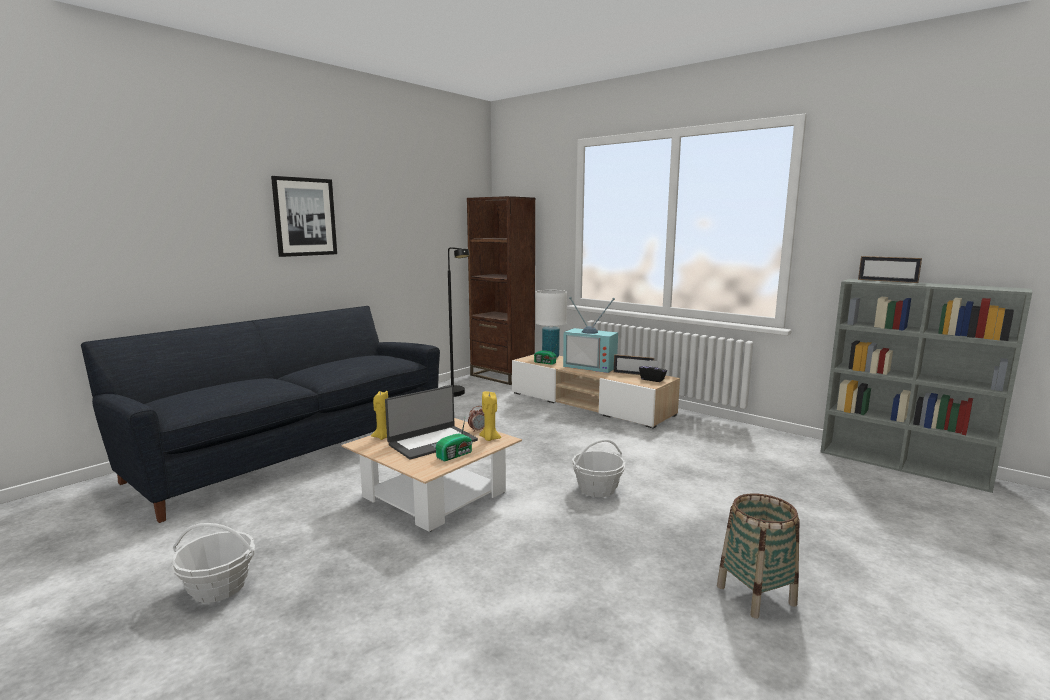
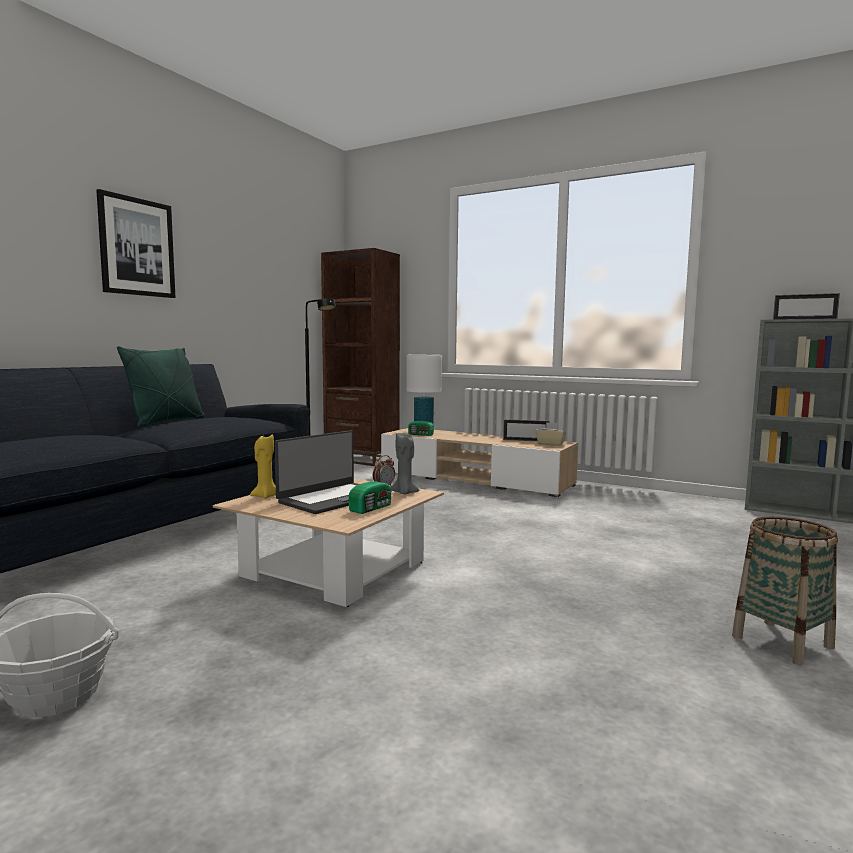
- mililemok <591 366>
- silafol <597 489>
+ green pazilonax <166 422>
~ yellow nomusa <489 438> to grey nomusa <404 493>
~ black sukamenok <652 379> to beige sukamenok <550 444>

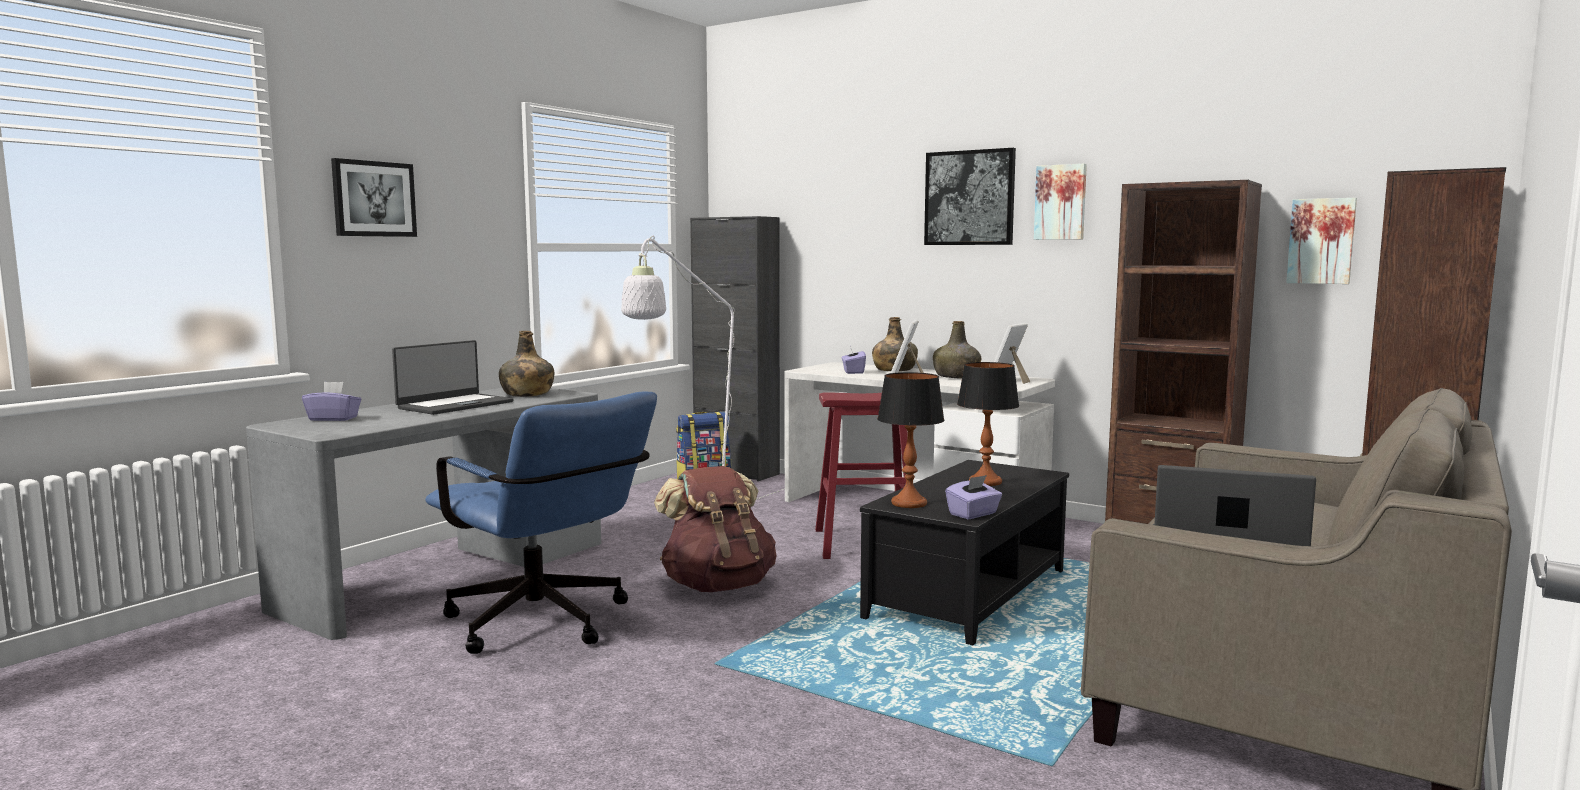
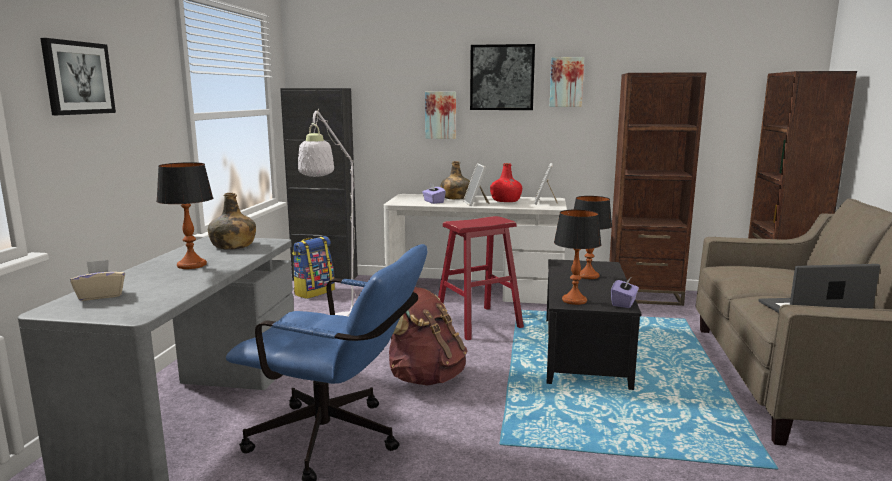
~ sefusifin <1321 241> to <440 115>
~ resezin <454 405> to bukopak <191 265>
~ purple sukamenok <333 418> to beige sukamenok <101 295>
~ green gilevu <956 377> to red gilevu <506 201>

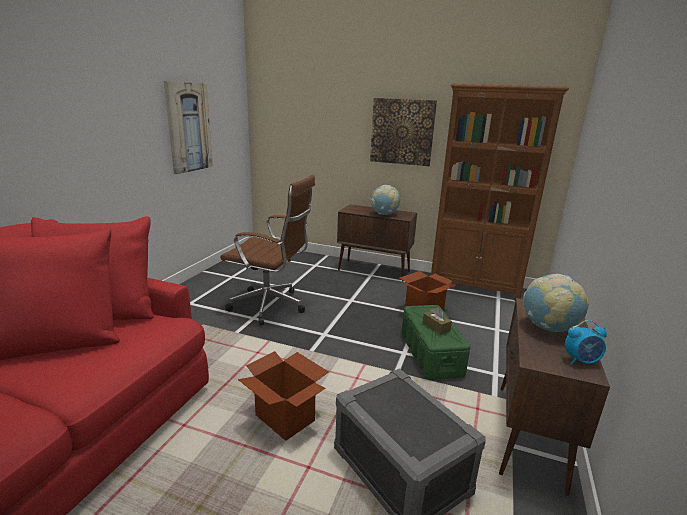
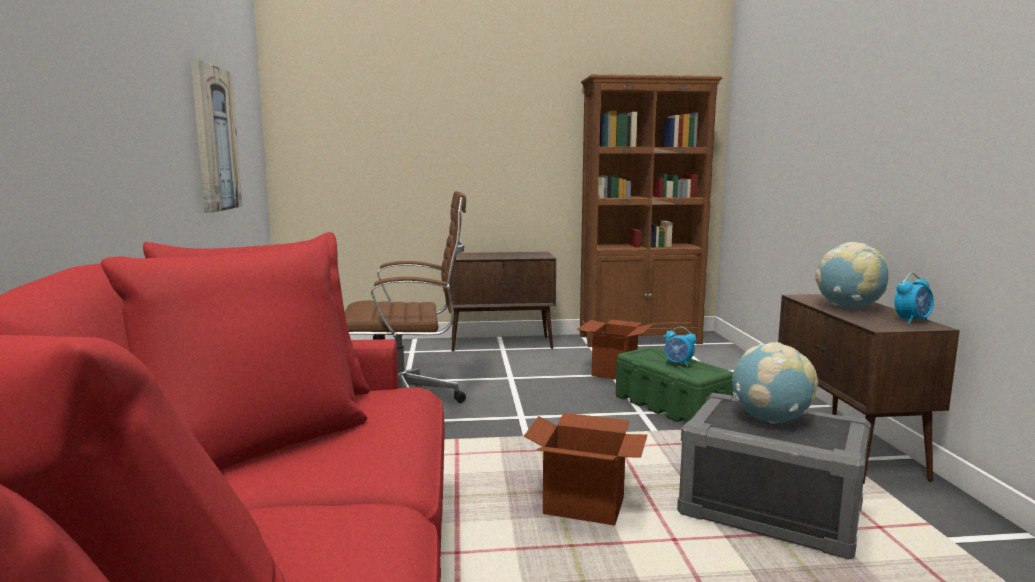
- sefusifin <402 132>
~ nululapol <384 214> to <770 420>
~ brown sukamenok <436 327> to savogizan <678 364>

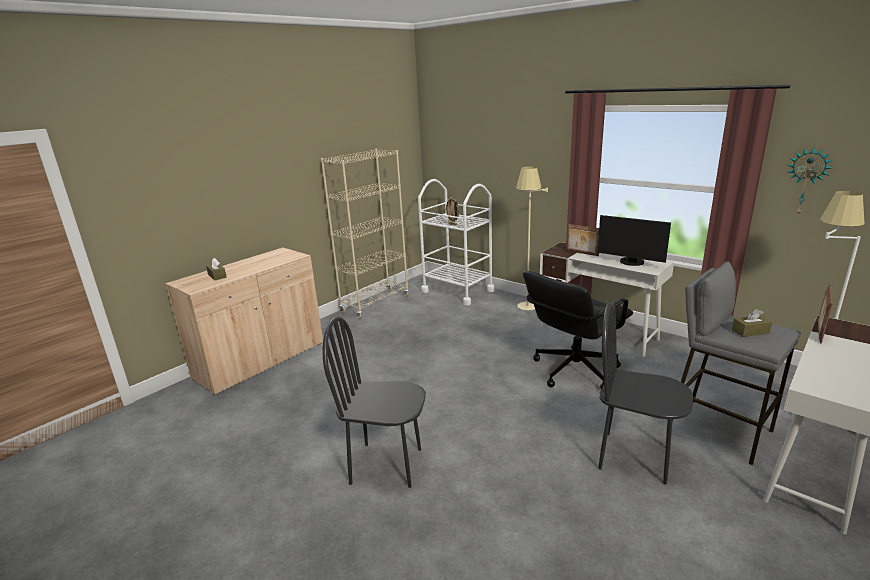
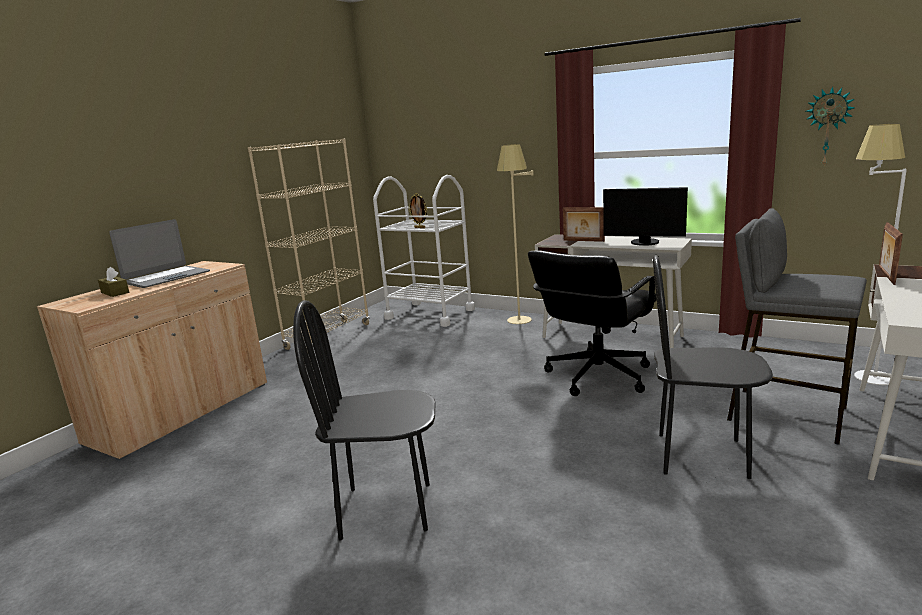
- brown sukamenok <750 331>
+ resezin <166 278>

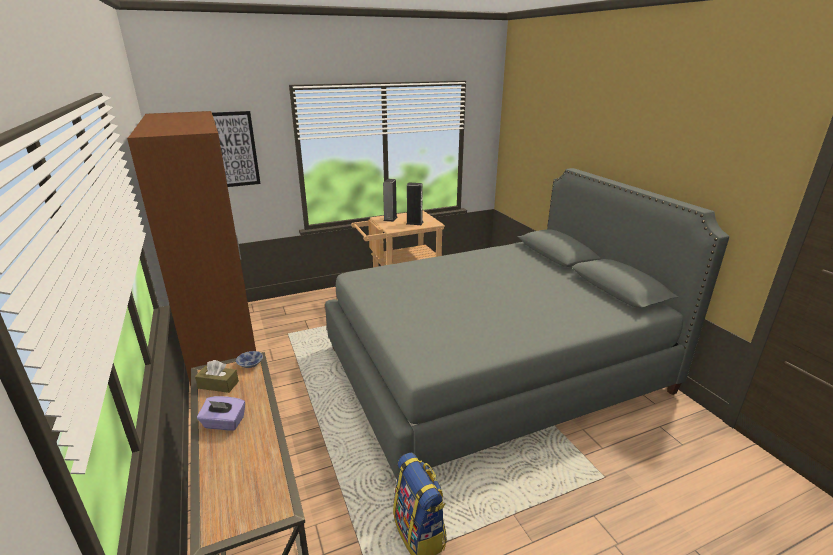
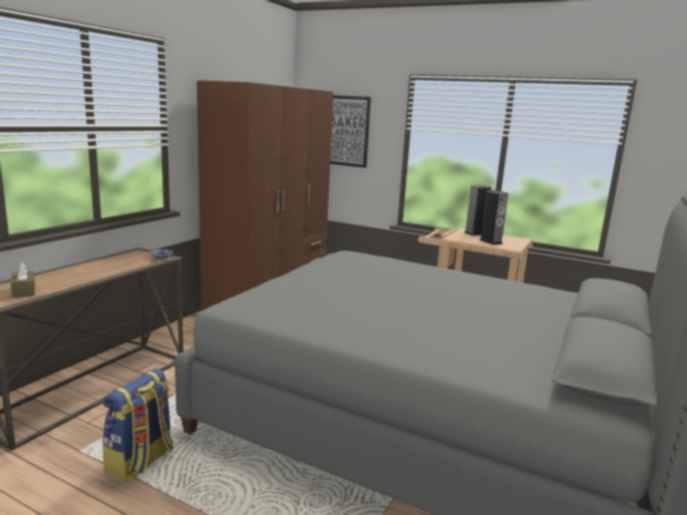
- purple sukamenok <224 423>
~ brown sukamenok <218 385> to <24 291>

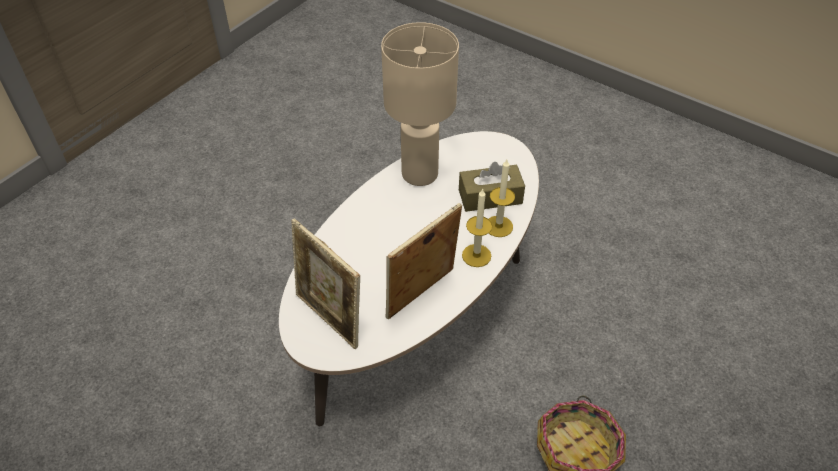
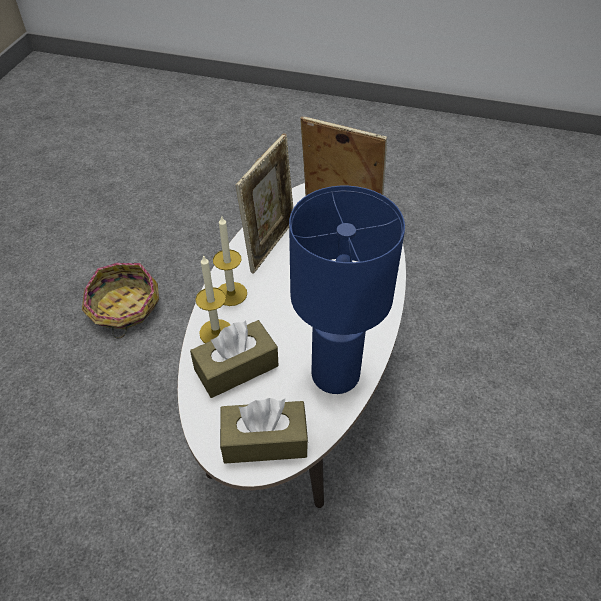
+ brown sukamenok <264 441>
~ beige bukopak <419 173> to blue bukopak <336 375>

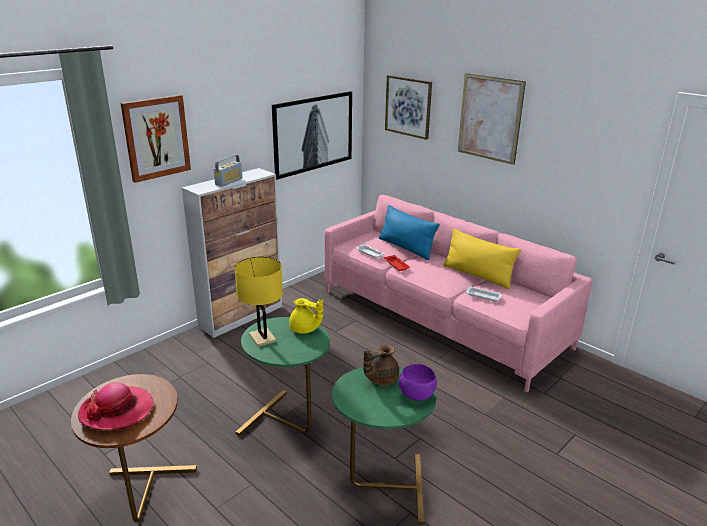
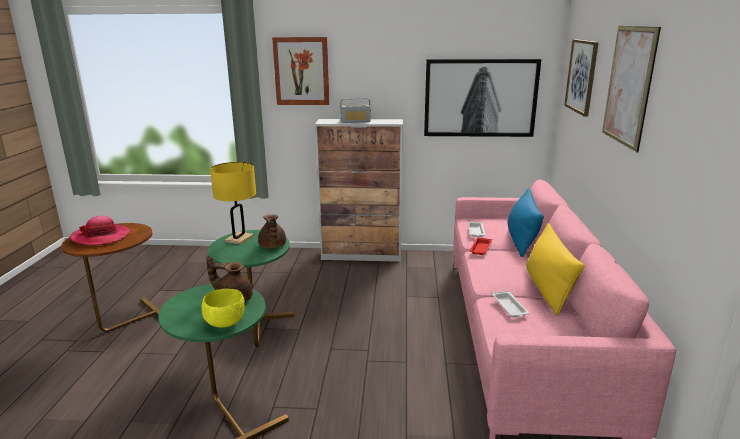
~ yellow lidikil <305 329> to brown lidikil <272 246>
~ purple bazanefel <416 395> to yellow bazanefel <226 322>

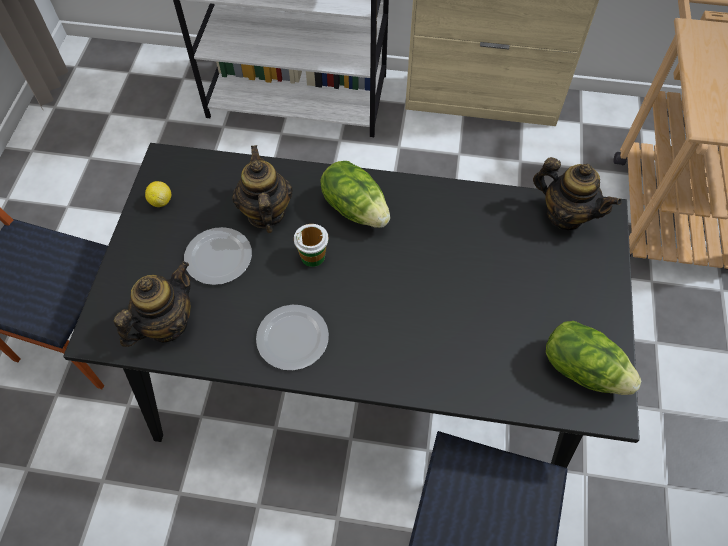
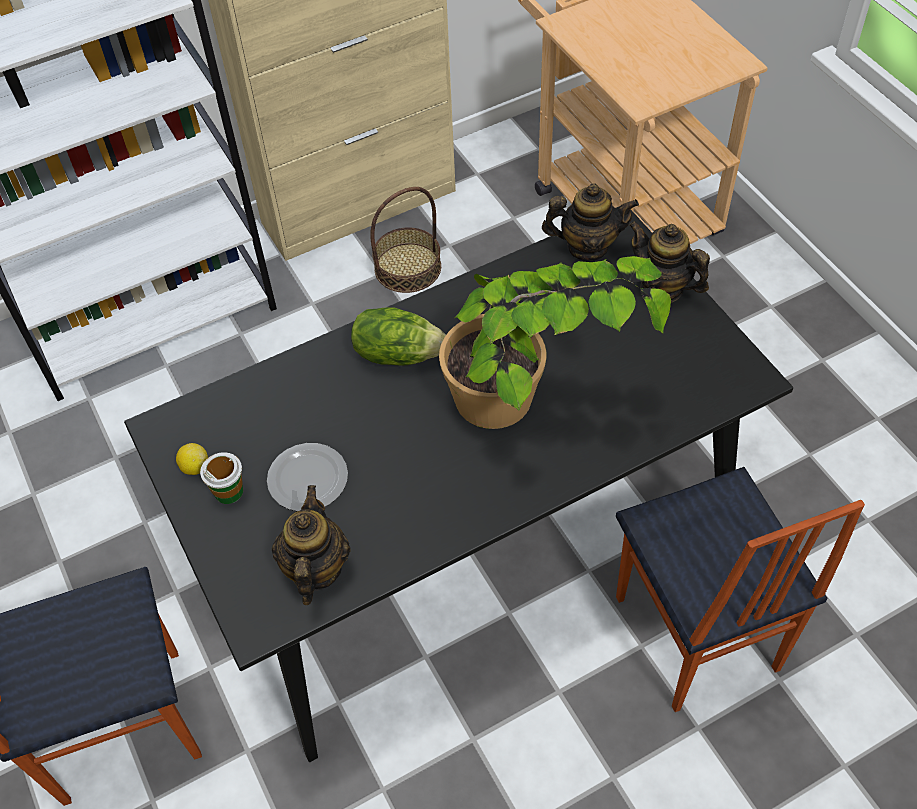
- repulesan <293 337>
- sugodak <583 368>
+ silafol <407 267>
+ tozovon <534 406>
~ lidikil <265 213> to <662 288>
~ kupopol <313 256> to <229 491>

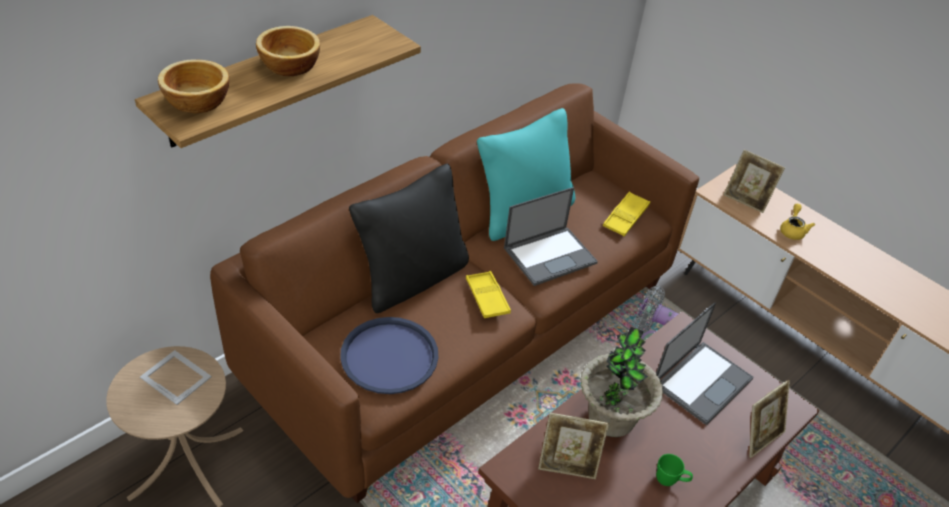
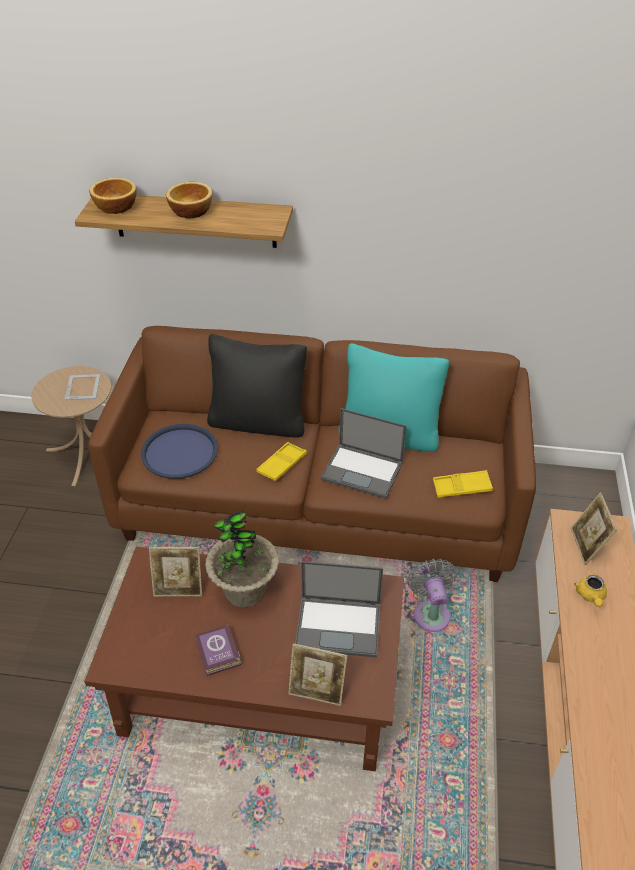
~ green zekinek <670 481> to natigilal <217 653>
~ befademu <567 465> = <179 588> 60 degrees counterclockwise
~ yellow lidikil <792 230> = <590 596> 120 degrees clockwise

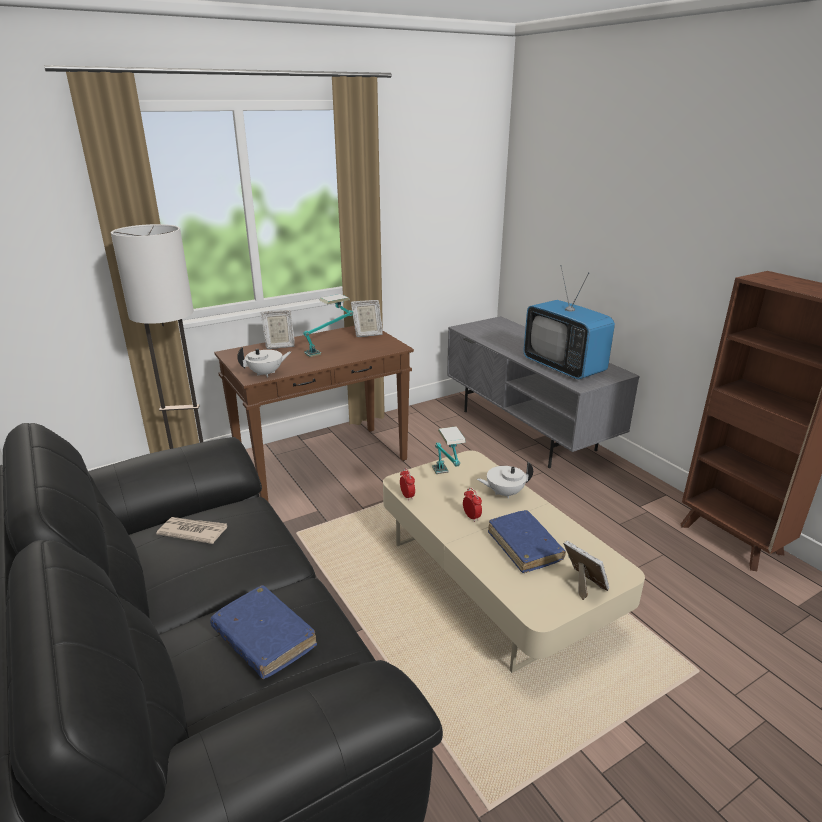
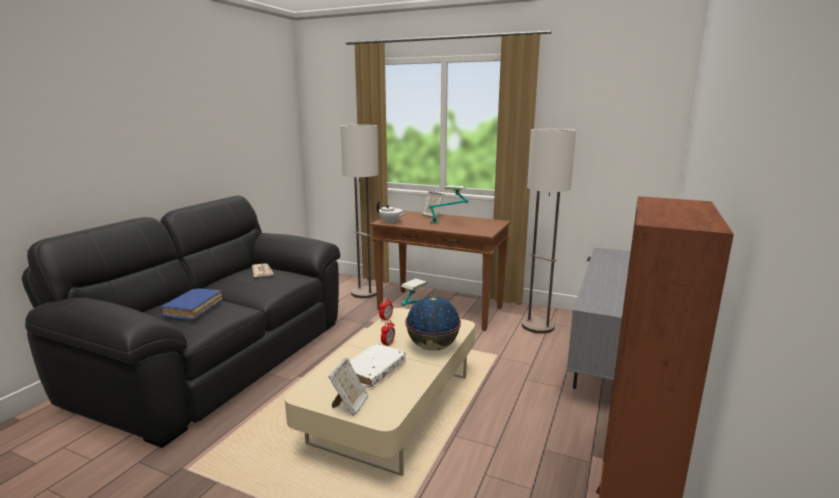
- befademu <367 334>
- mililemok <563 367>
+ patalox <537 326>
~ white lidikil <504 493> to nululapol <432 347>
~ blue natigilal <524 547> to white natigilal <373 371>

